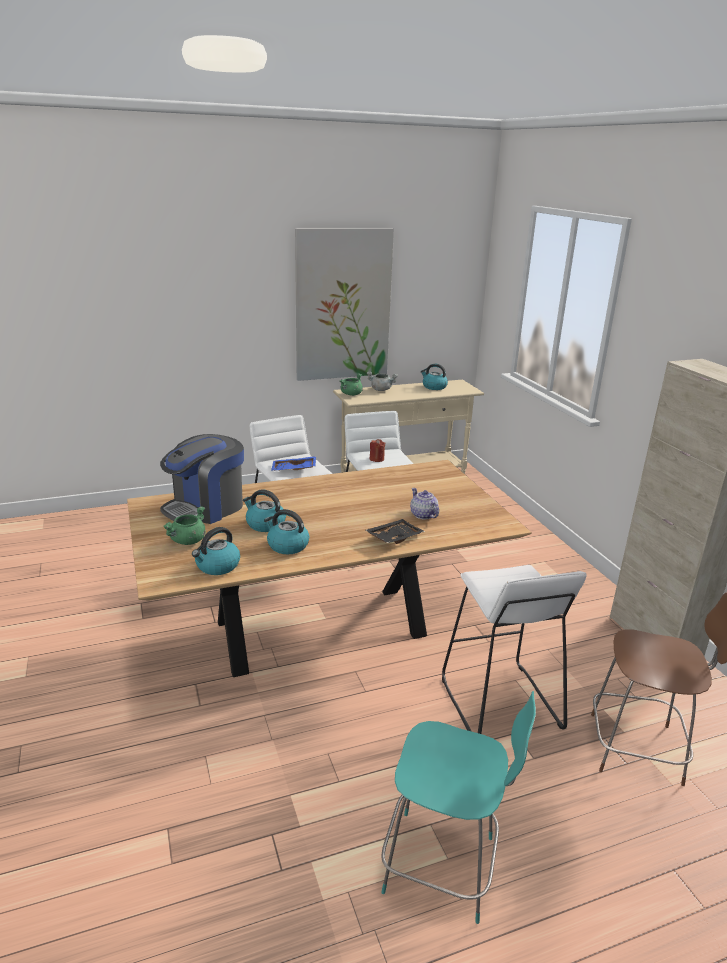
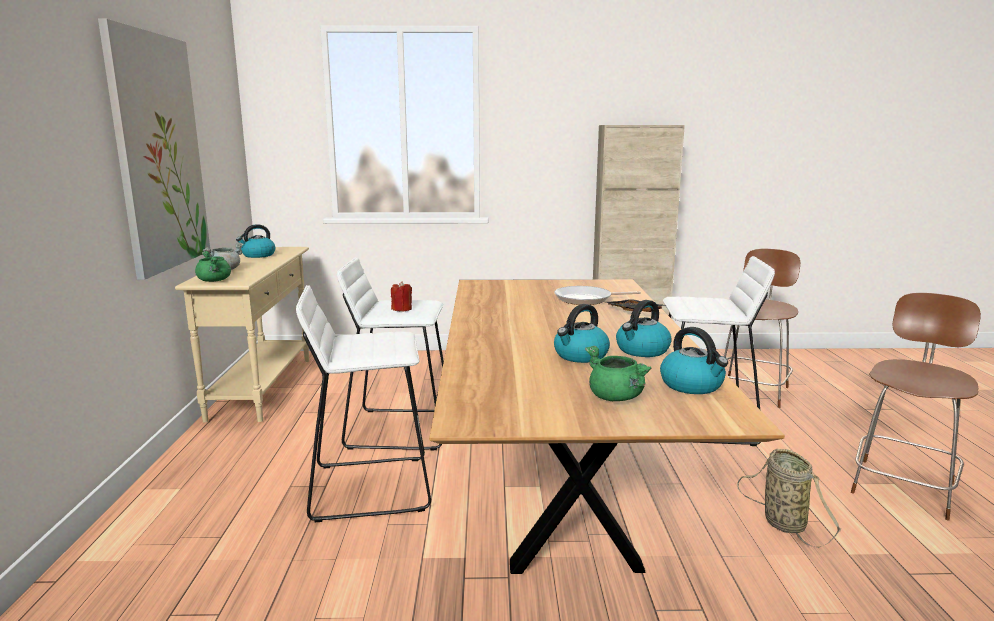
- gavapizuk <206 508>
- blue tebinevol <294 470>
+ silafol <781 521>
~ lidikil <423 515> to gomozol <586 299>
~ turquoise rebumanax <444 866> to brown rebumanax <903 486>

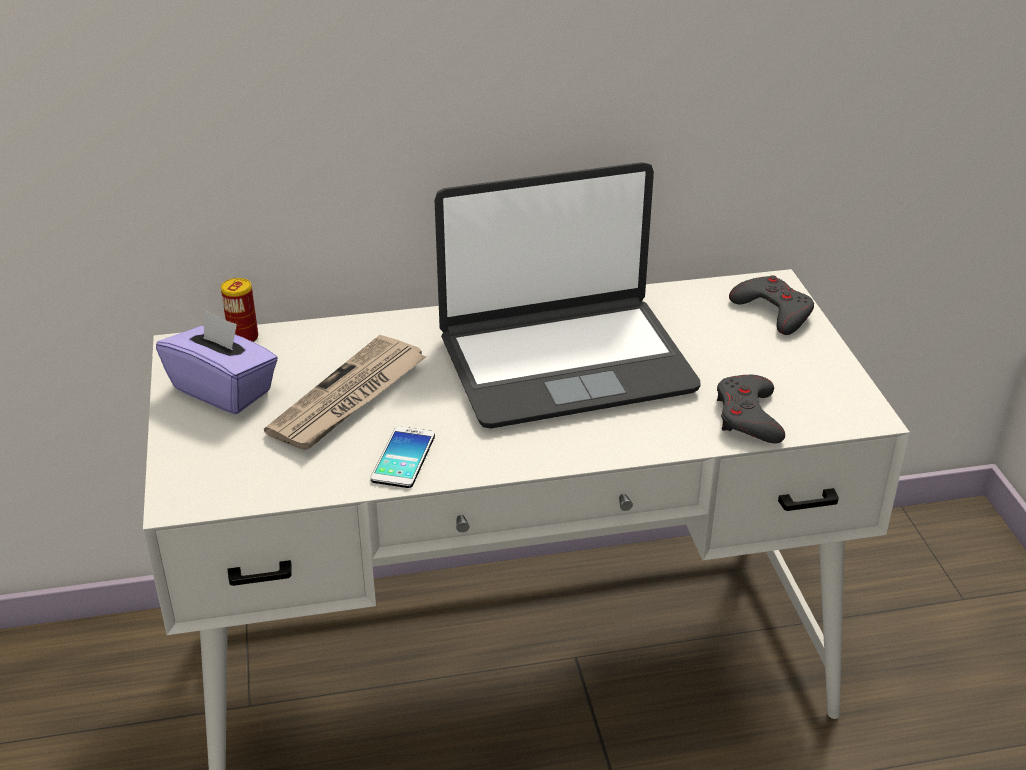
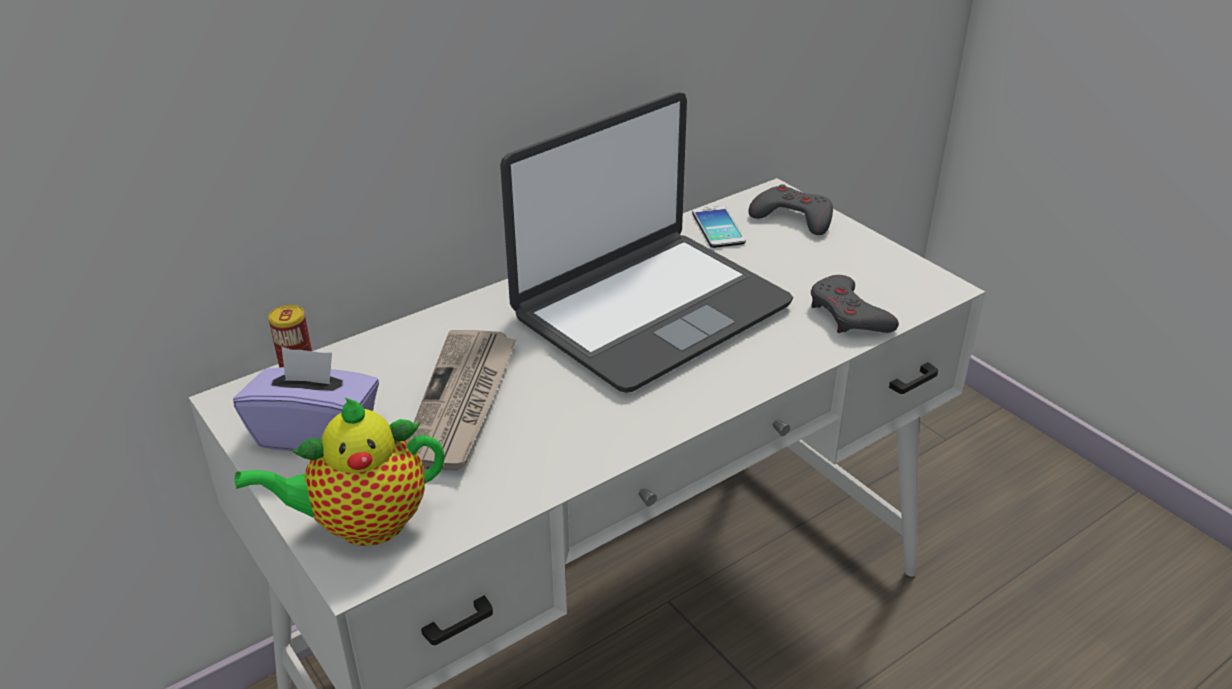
+ lidikil <362 524>
~ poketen <403 458> to <718 228>

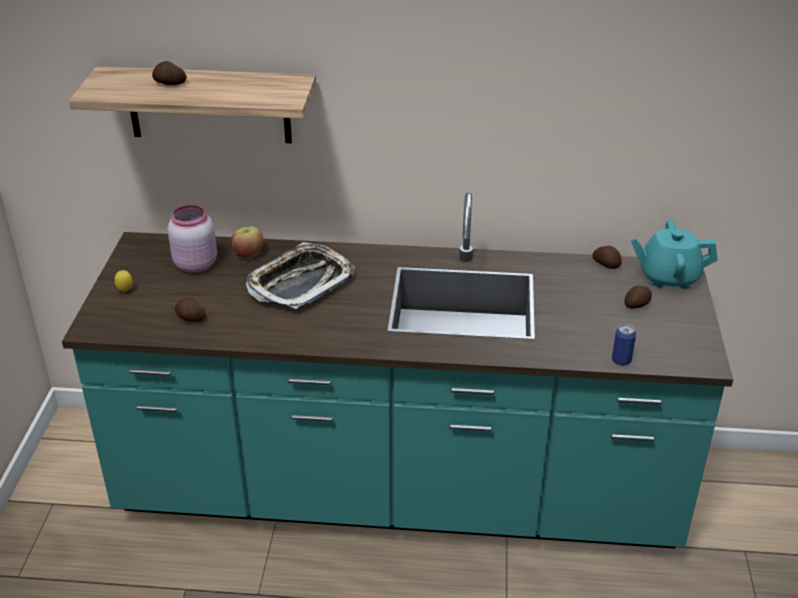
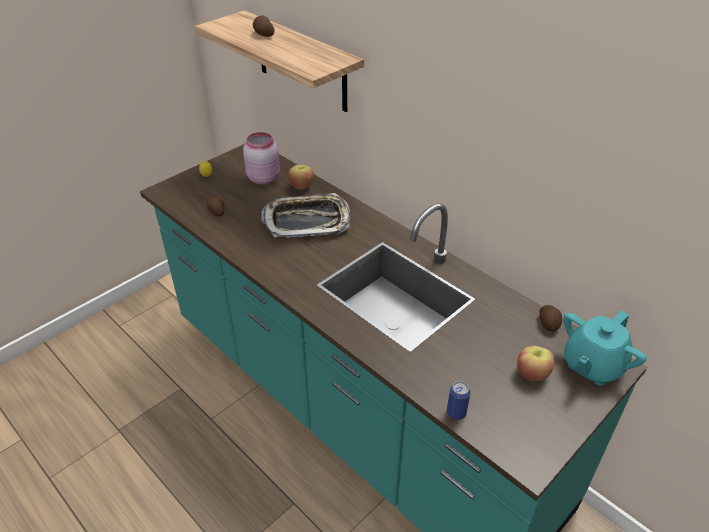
~ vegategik <637 305> to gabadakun <532 373>
~ turquoise lidikil <668 277> = <592 365> 90 degrees counterclockwise

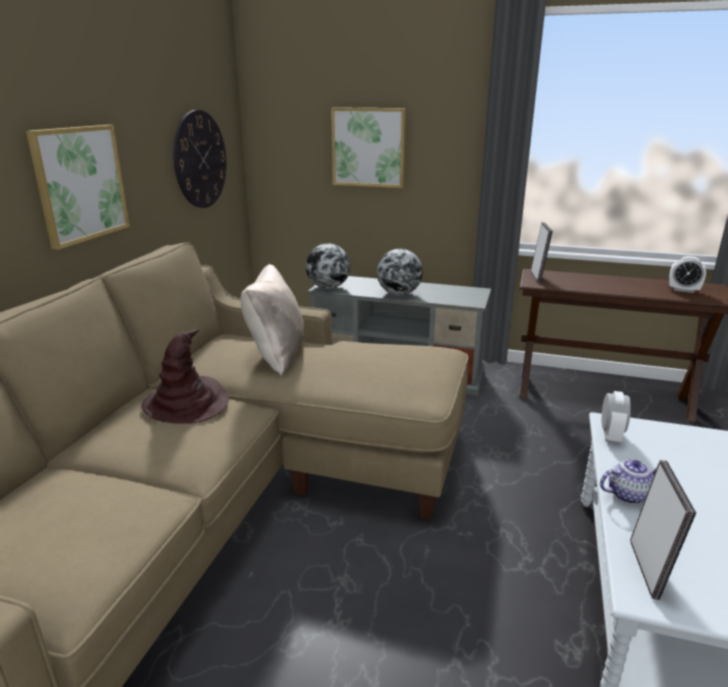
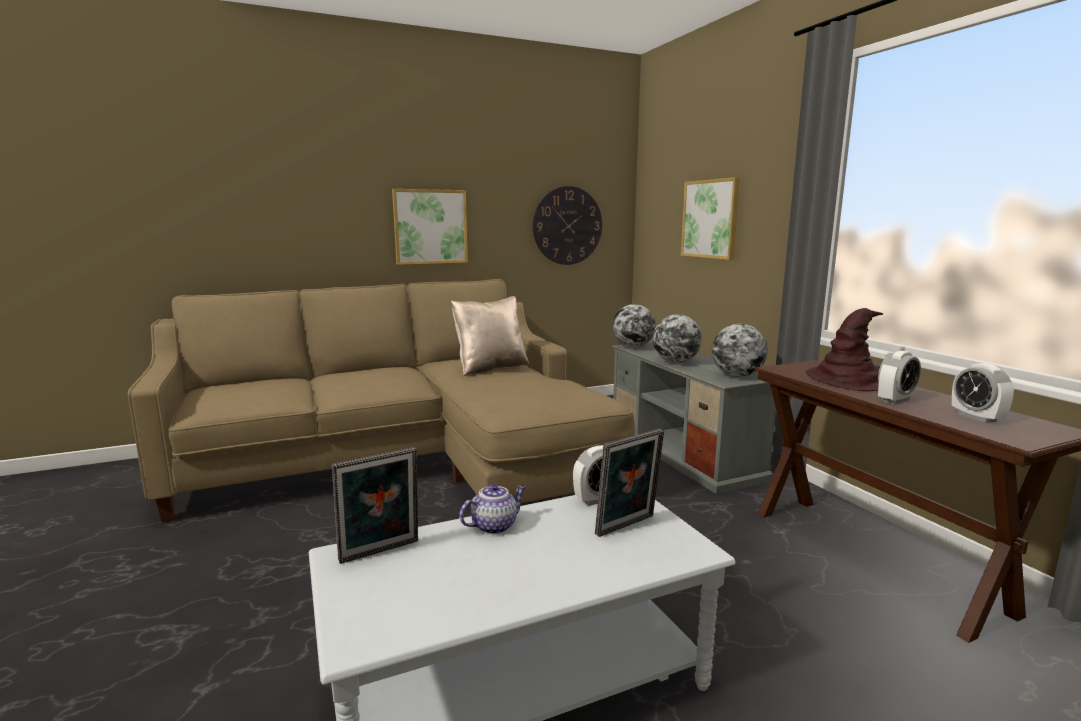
+ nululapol <737 376>
+ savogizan <895 400>
~ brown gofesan <187 403> to <850 380>
~ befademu <538 277> to <628 527>
~ lidikil <629 494> = <495 525> 75 degrees counterclockwise

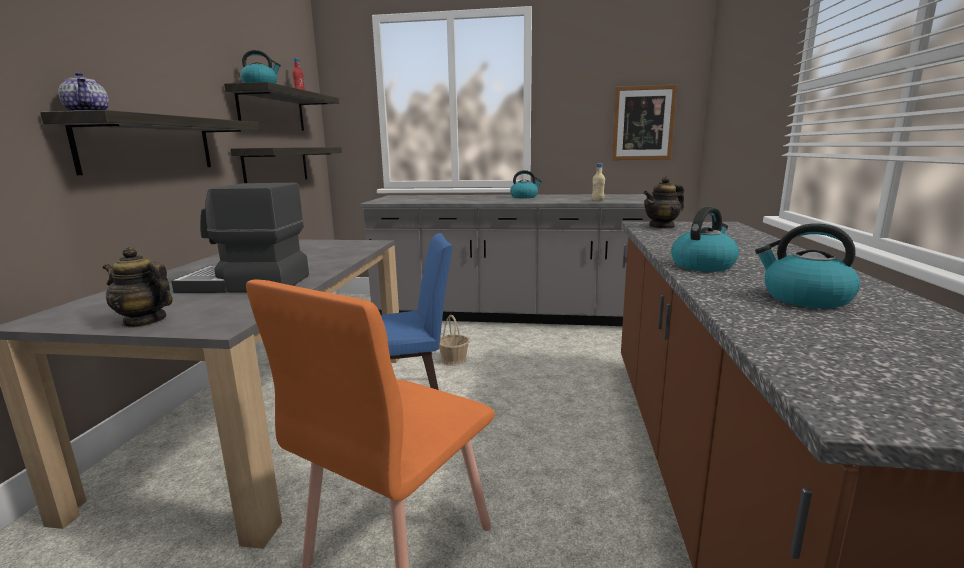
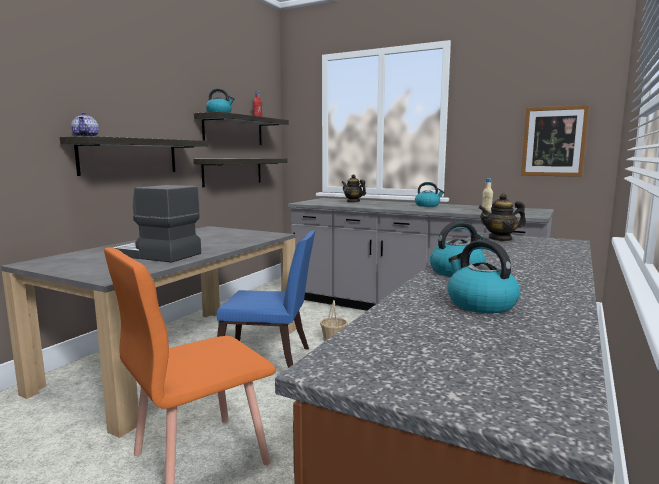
~ lidikil <144 321> to <353 201>

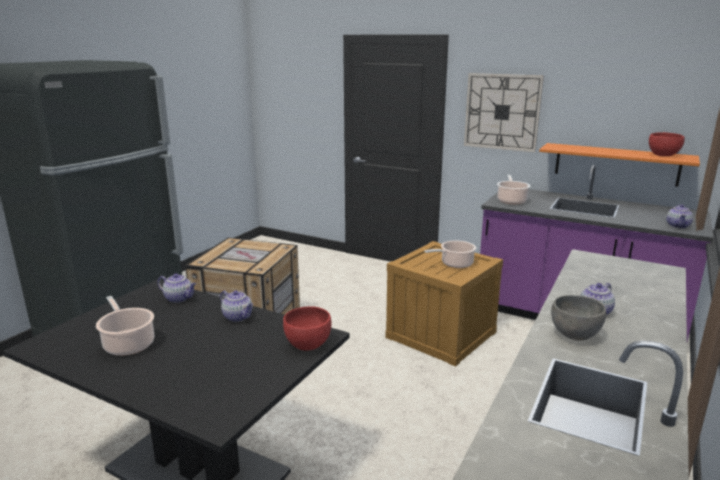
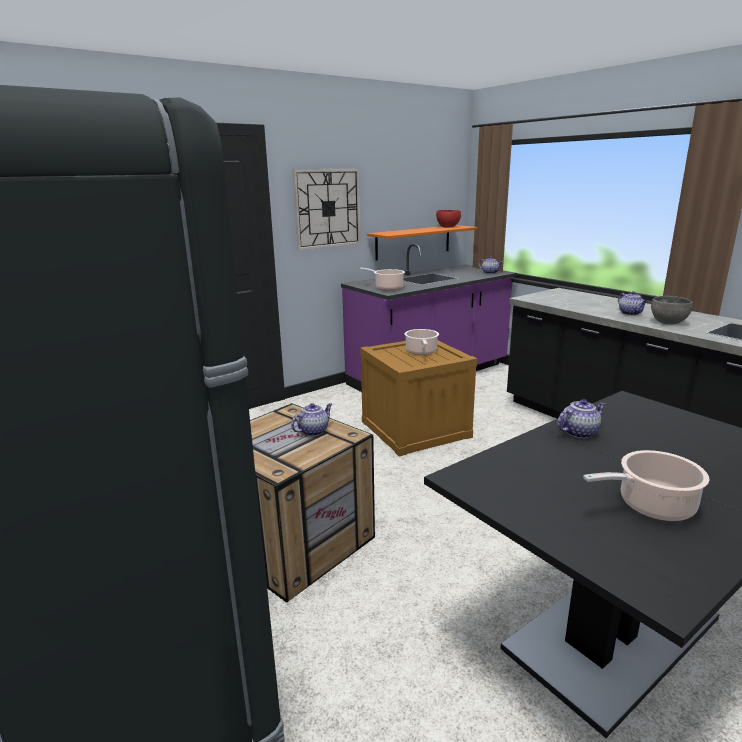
- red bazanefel <308 345>
~ lidikil <179 299> to <313 431>

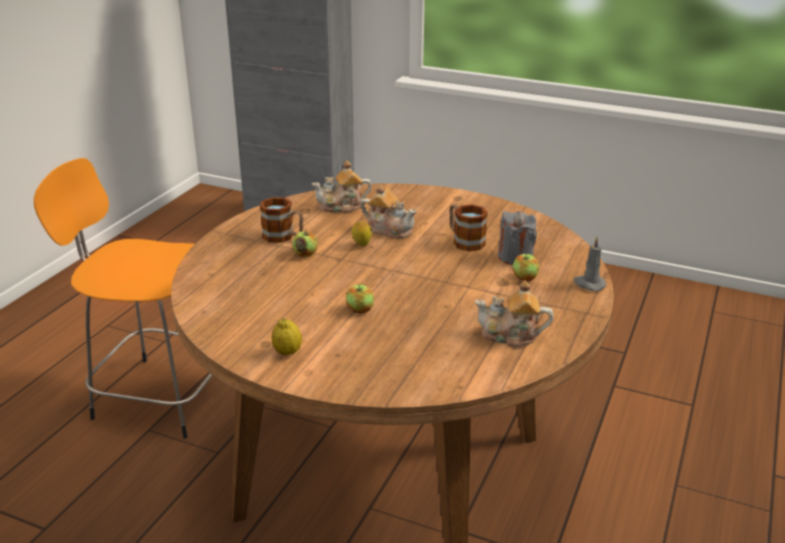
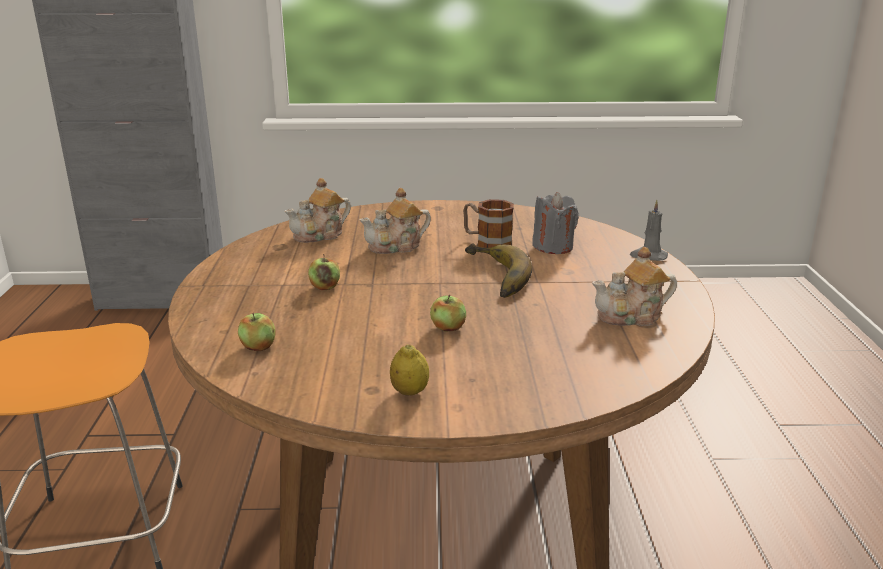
- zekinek <284 237>
- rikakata <361 245>
+ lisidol <492 277>
~ gabadakun <525 278> to <258 347>
~ lidikil <389 229> = <396 246> 150 degrees clockwise

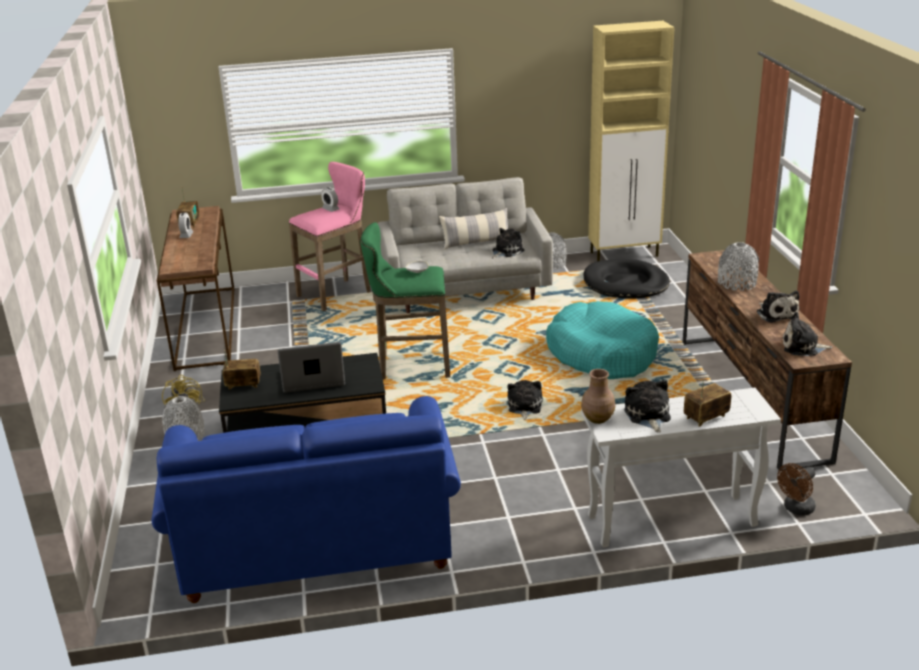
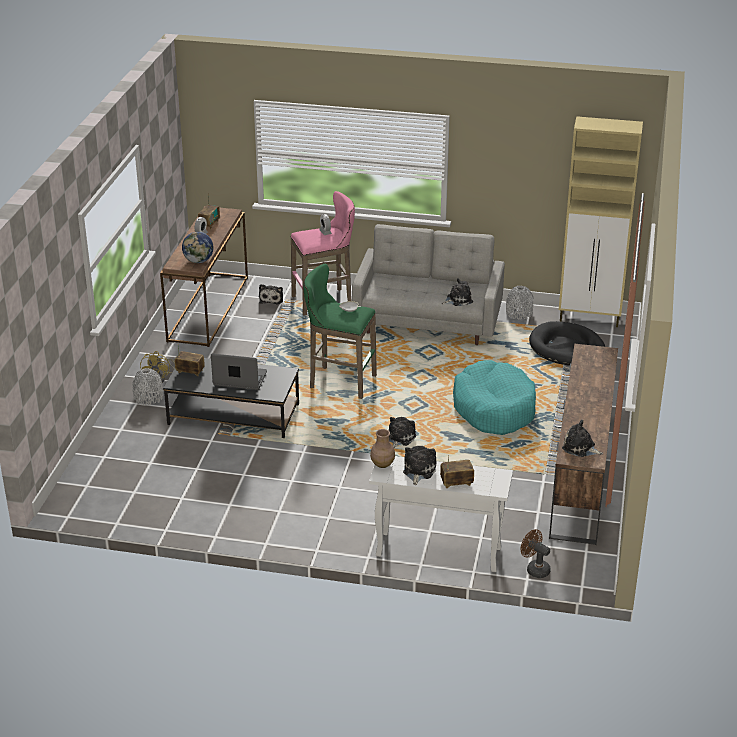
- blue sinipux <315 535>
- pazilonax <476 243>
- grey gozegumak <736 283>
+ nululapol <199 261>
~ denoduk <776 314> to <271 299>
~ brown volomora <796 509> = <535 569> 60 degrees clockwise

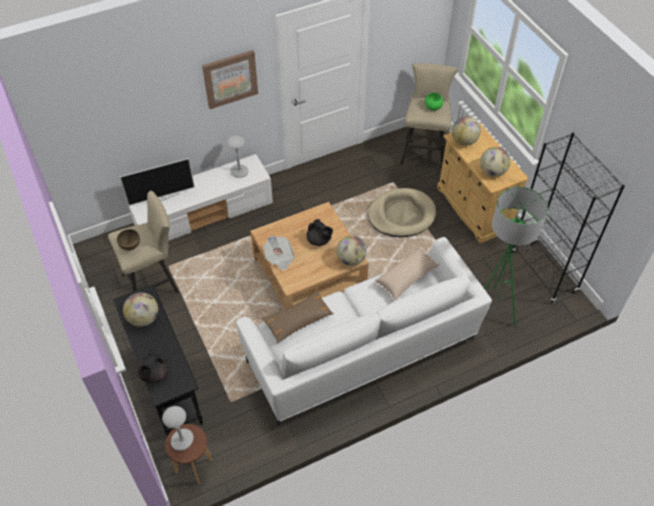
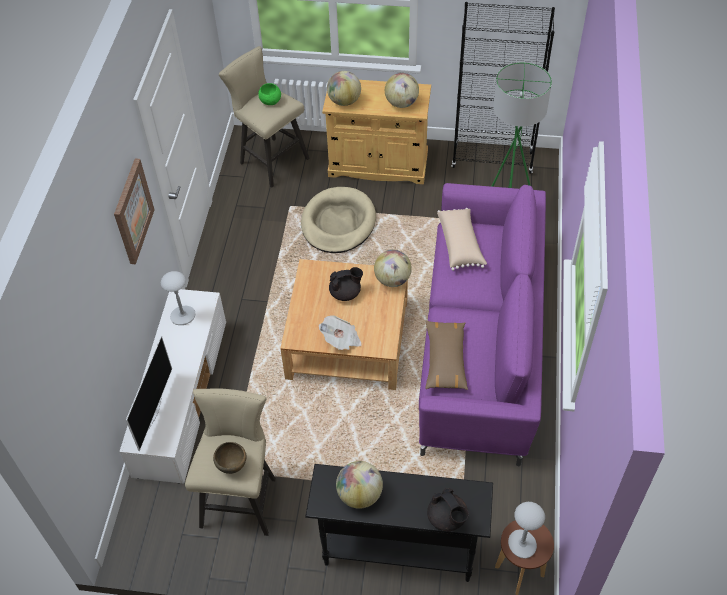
~ white sinipux <361 351> to purple sinipux <480 346>

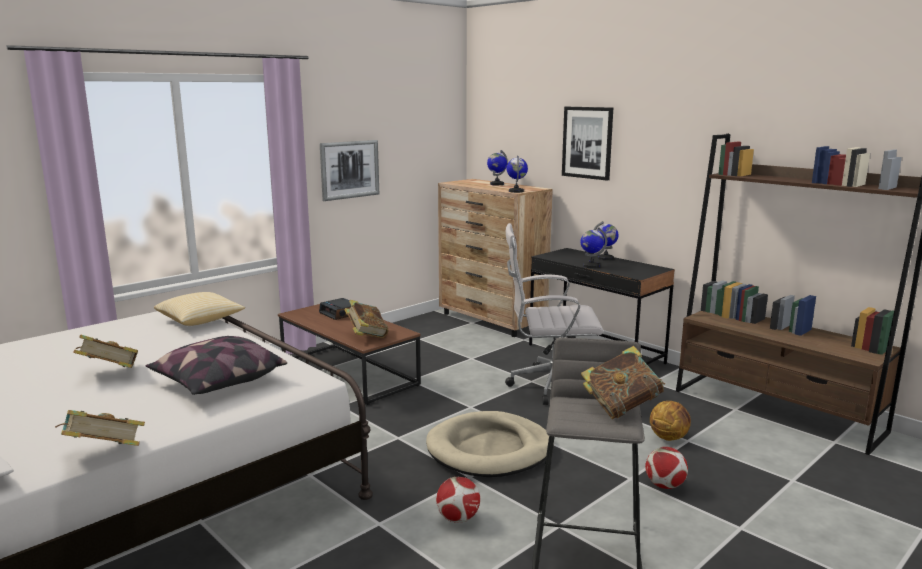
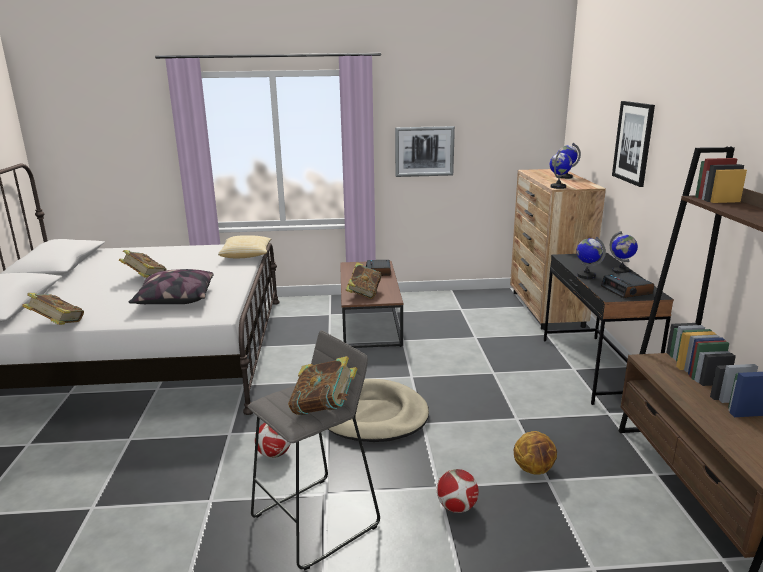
- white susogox <549 386>
+ savogizan <627 290>

